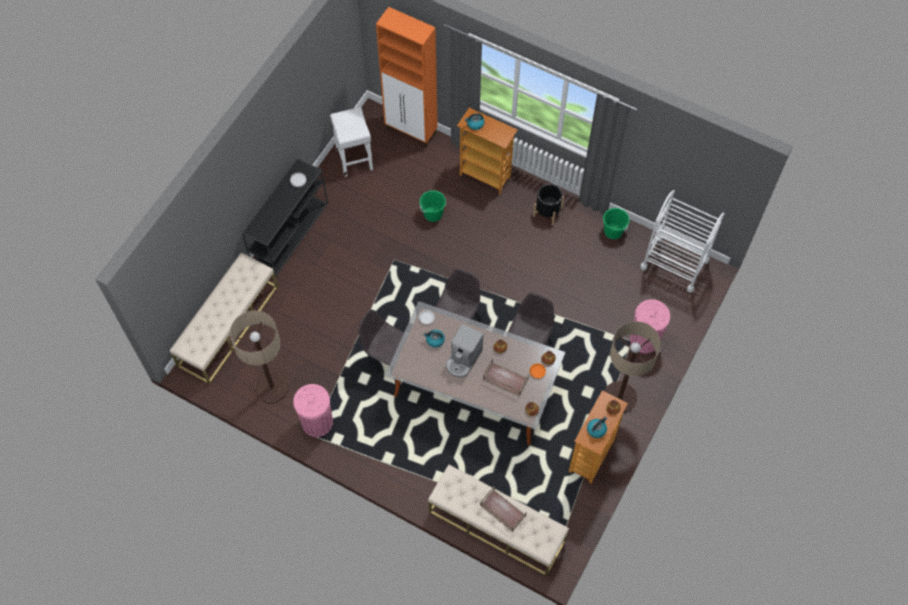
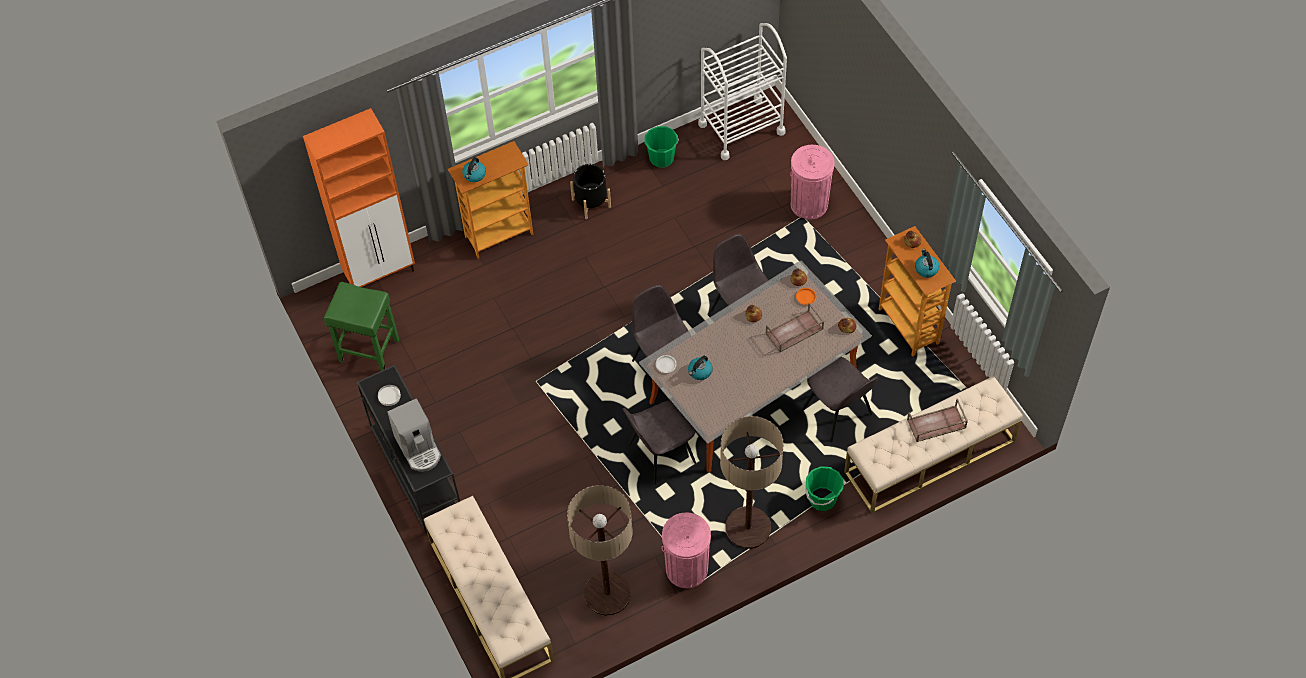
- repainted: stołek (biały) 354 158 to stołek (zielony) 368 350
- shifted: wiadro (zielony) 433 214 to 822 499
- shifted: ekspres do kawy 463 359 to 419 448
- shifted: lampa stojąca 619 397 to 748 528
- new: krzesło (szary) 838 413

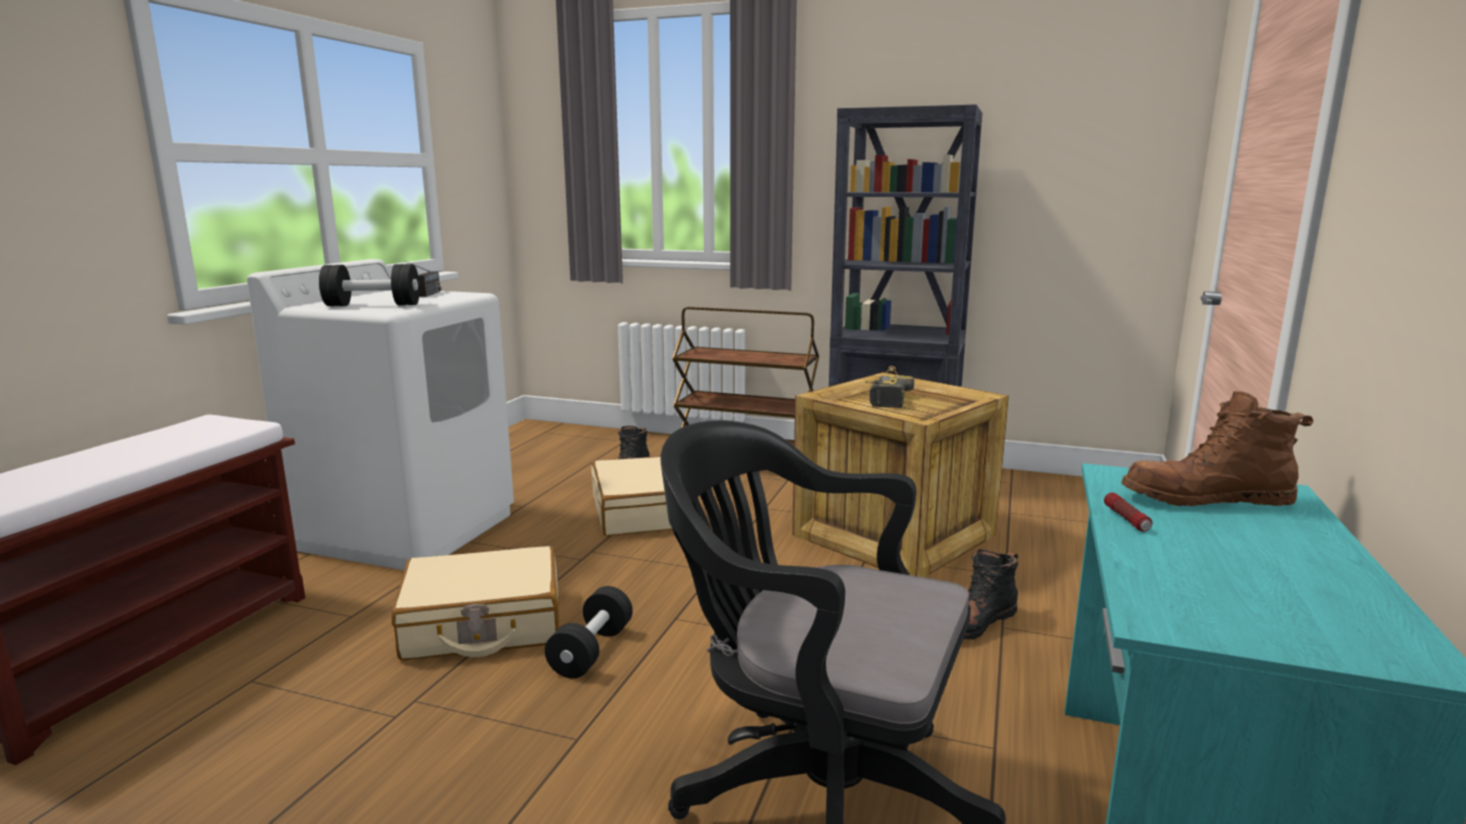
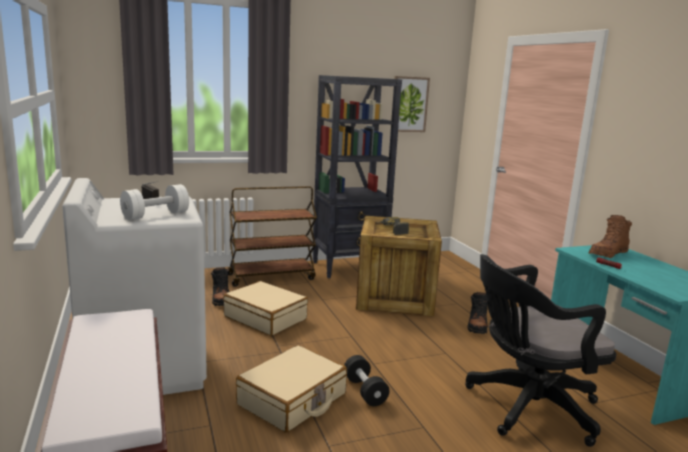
- repainted: hantel (czarny) 373 305 to hantel (biały) 156 215
- new: obraz 409 104

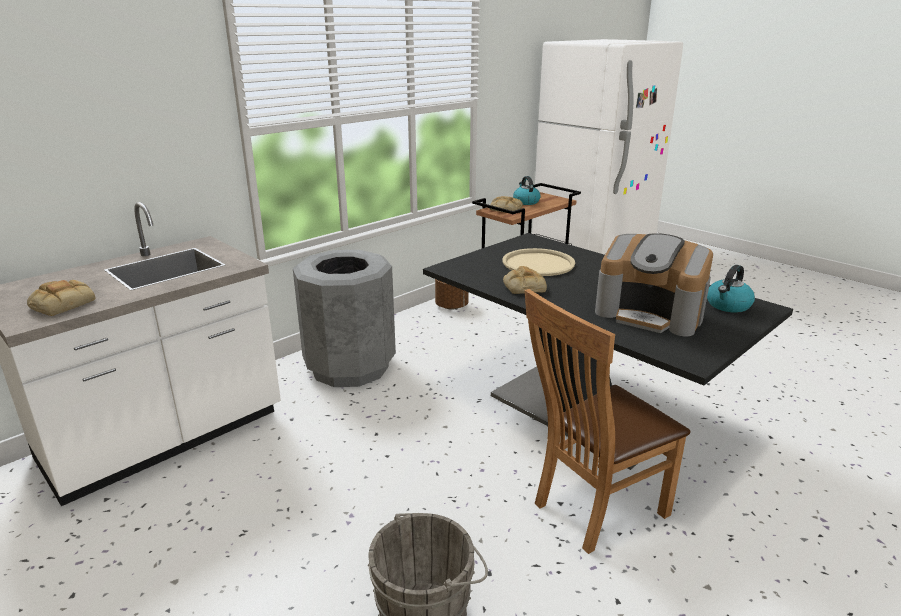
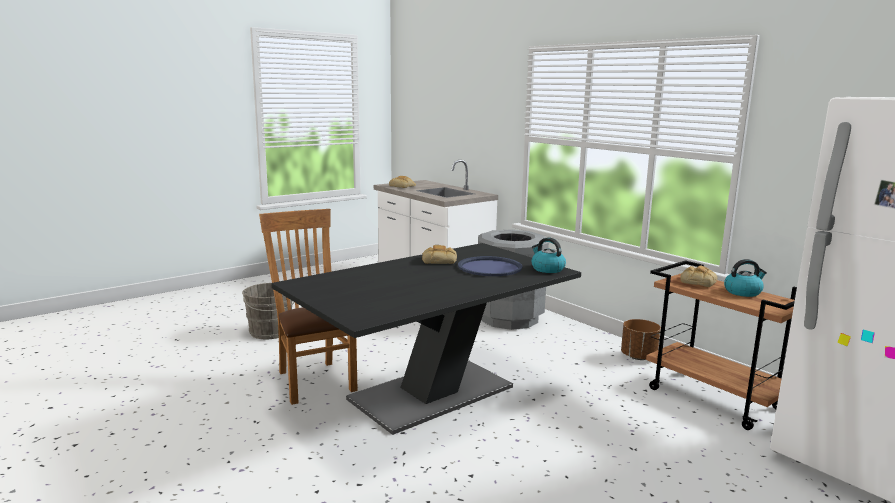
- repainted: taca (beżowy) 538 263 to taca (niebieski) 489 267
- gone: ekspres do kawy 650 314
- shifted: czajnik 728 305 to 547 269

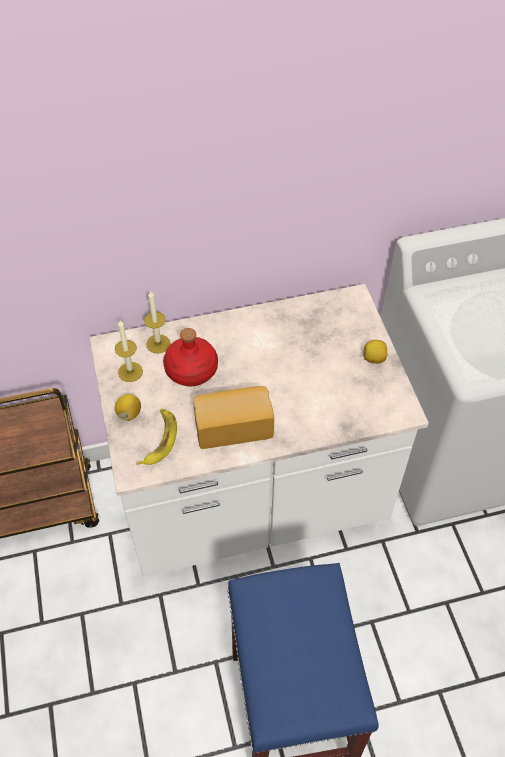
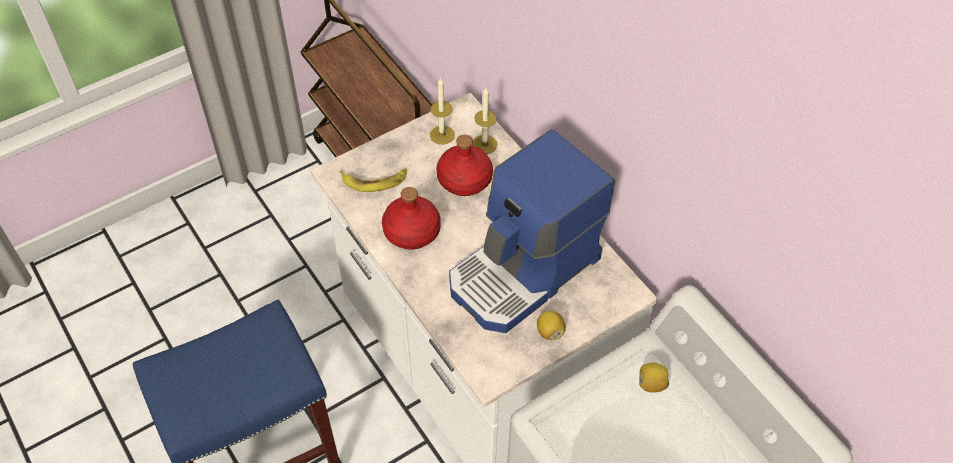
- shifted: cytryna 129 413 to 651 384
- swapped: chleb 233 425 to butelka (czerwony) 412 231
- new: ekspres do kawy 524 272

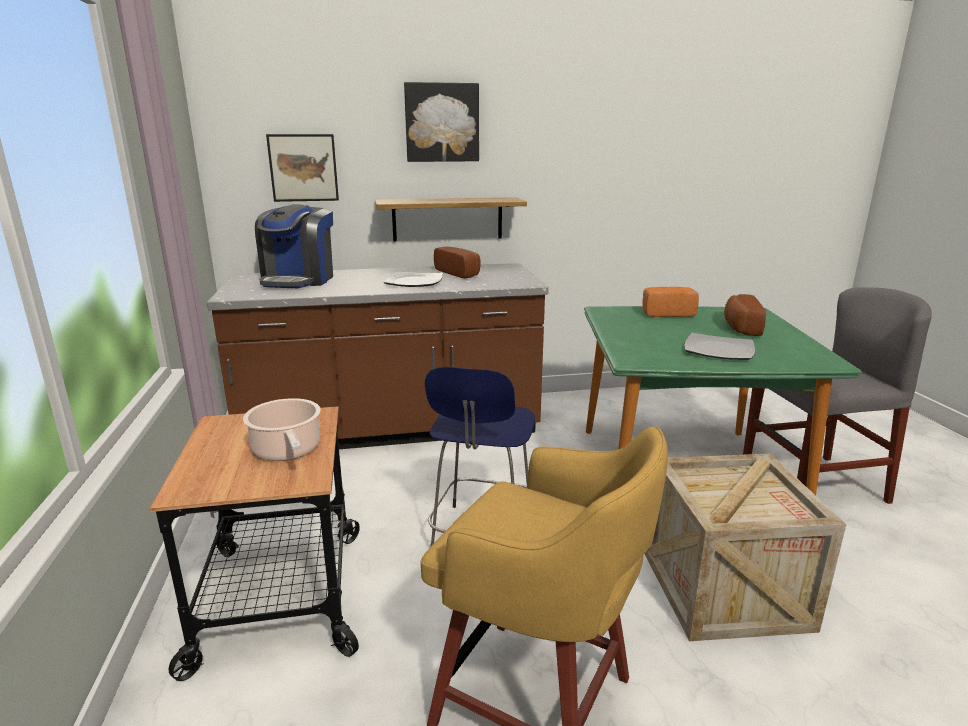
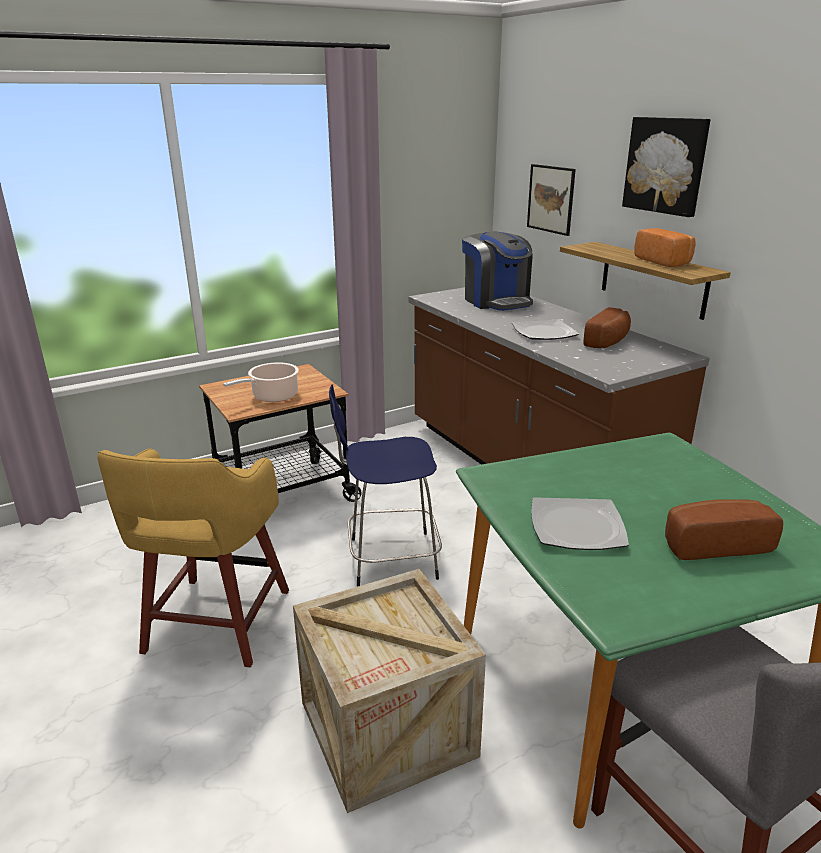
- rotated: ekspres do kawy 299 280 = 496 301 105 degrees counterclockwise
- shifted: chleb 666 313 to 664 261

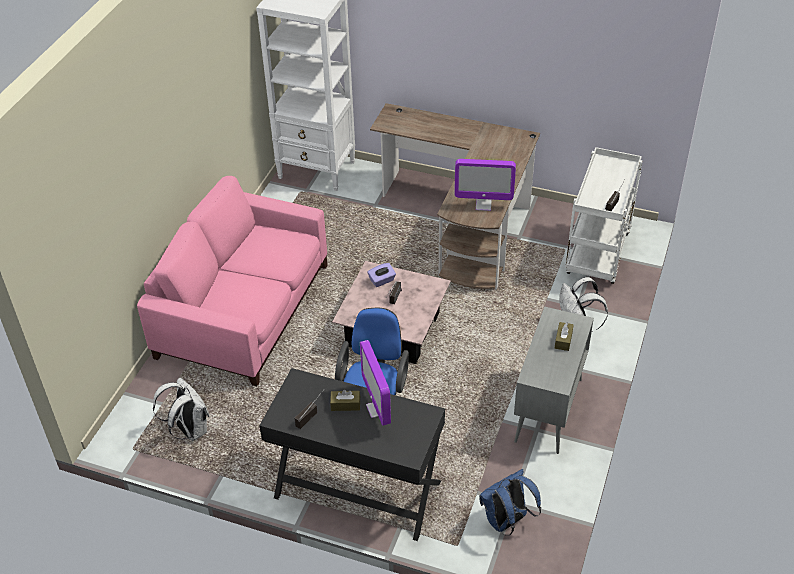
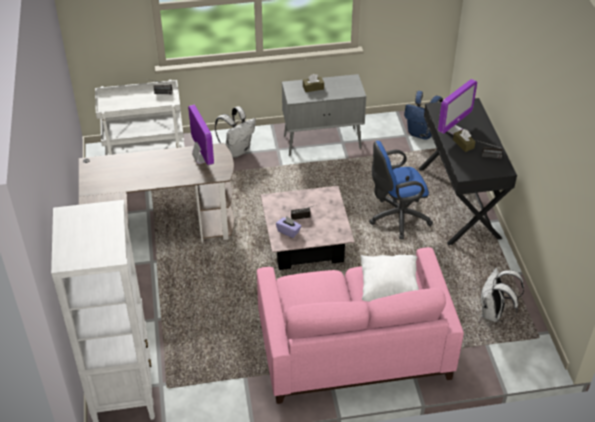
- new: poduszka (biały) 388 288

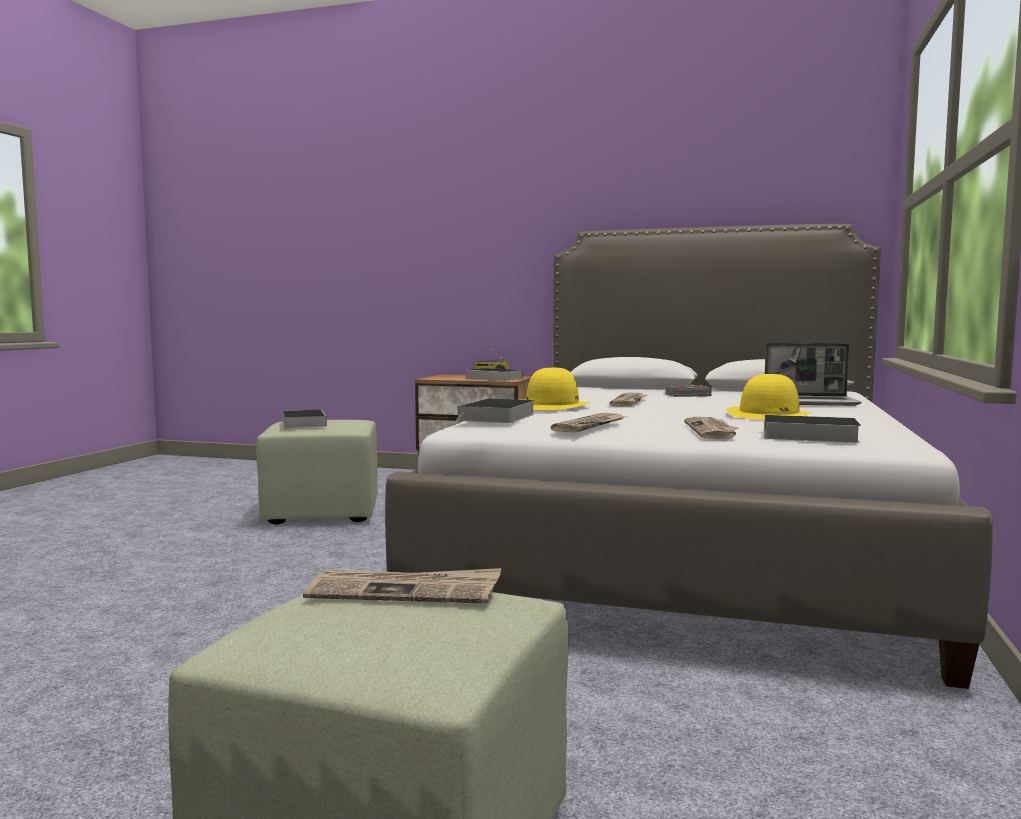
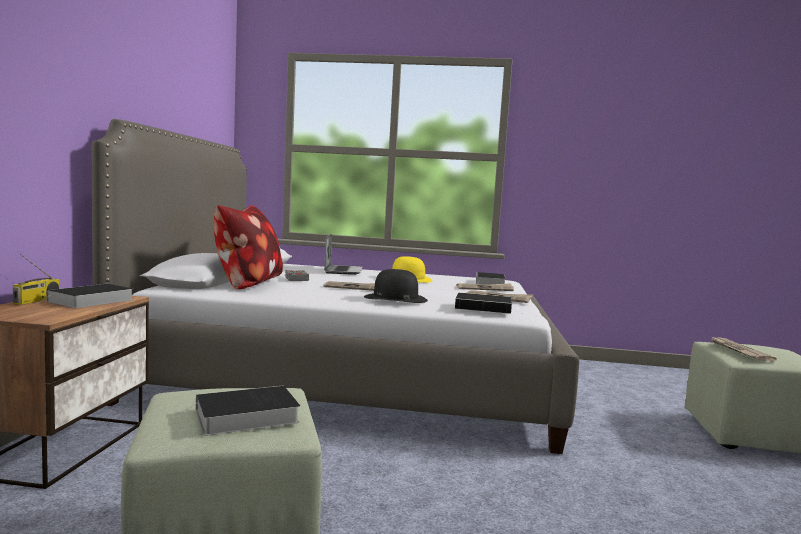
- repainted: kapelusz (żółty) 552 405 to kapelusz (czarny) 395 298
- new: poduszka 248 284

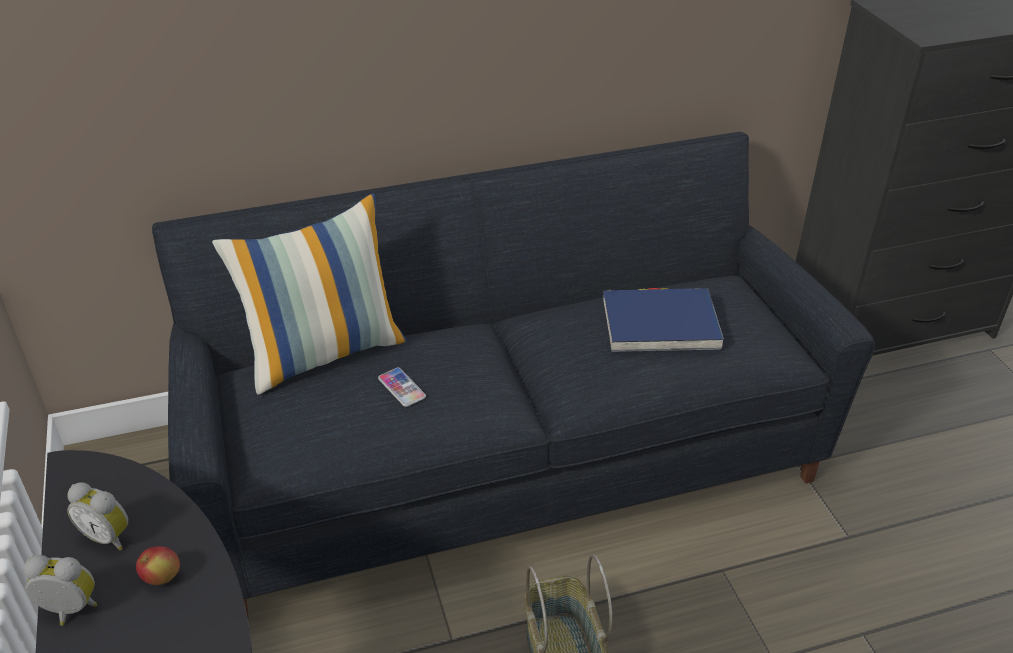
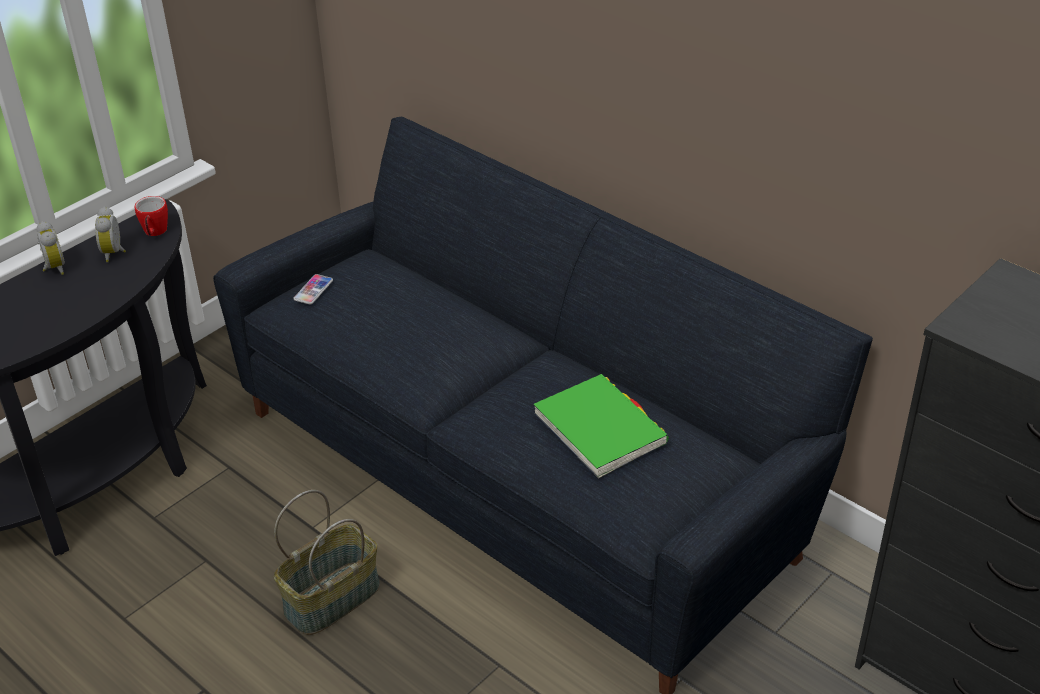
- gone: jabłko 162 577
- gone: poduszka 324 352
- shifted: telefon 402 388 to 313 290
- repainted: książka (niebieski) 660 324 to książka (zielony) 600 429
- new: kubek 155 233

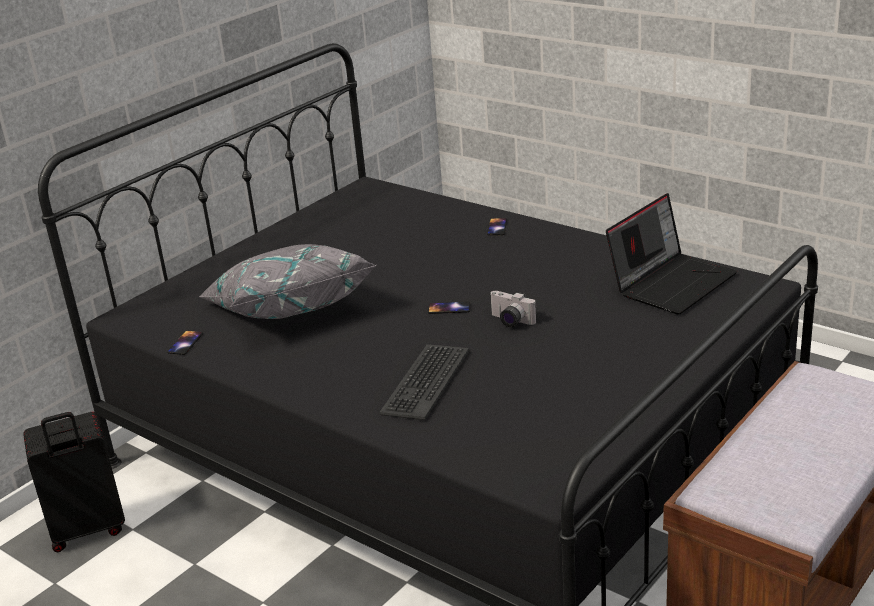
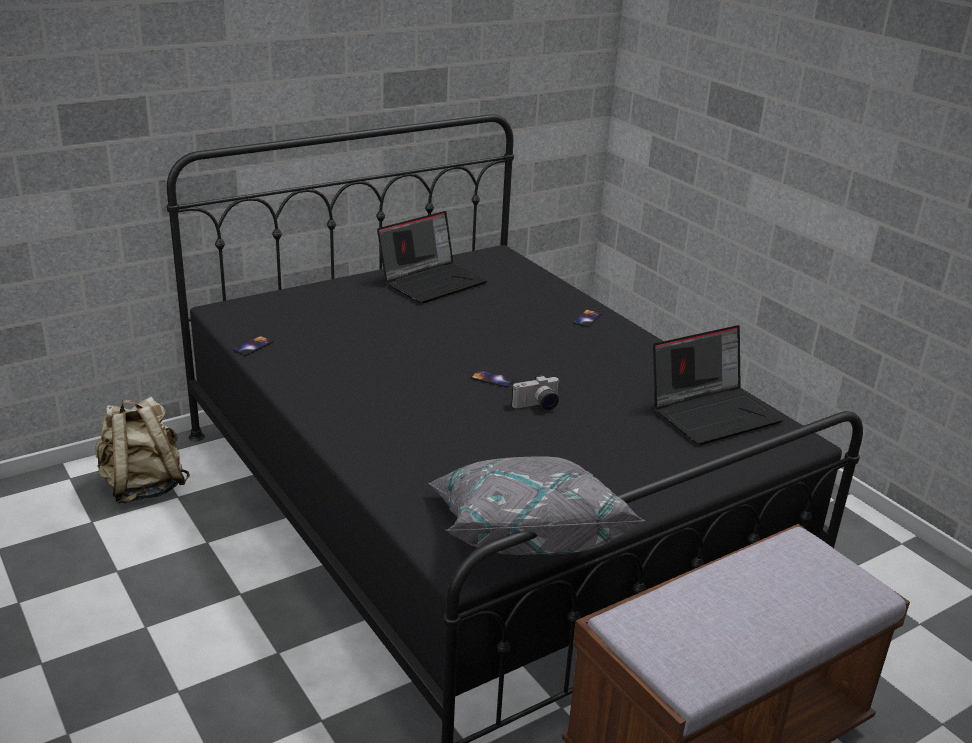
- swapped: walizka (czarny) 88 531 to plecak (beżowy) 143 487
- shifted: poduszka (szary) 288 310 to 525 533
- gone: klawiatura 425 382
- rotated: aparat fotograficzny 510 321 = 537 406 75 degrees counterclockwise
- new: laptop 433 281

